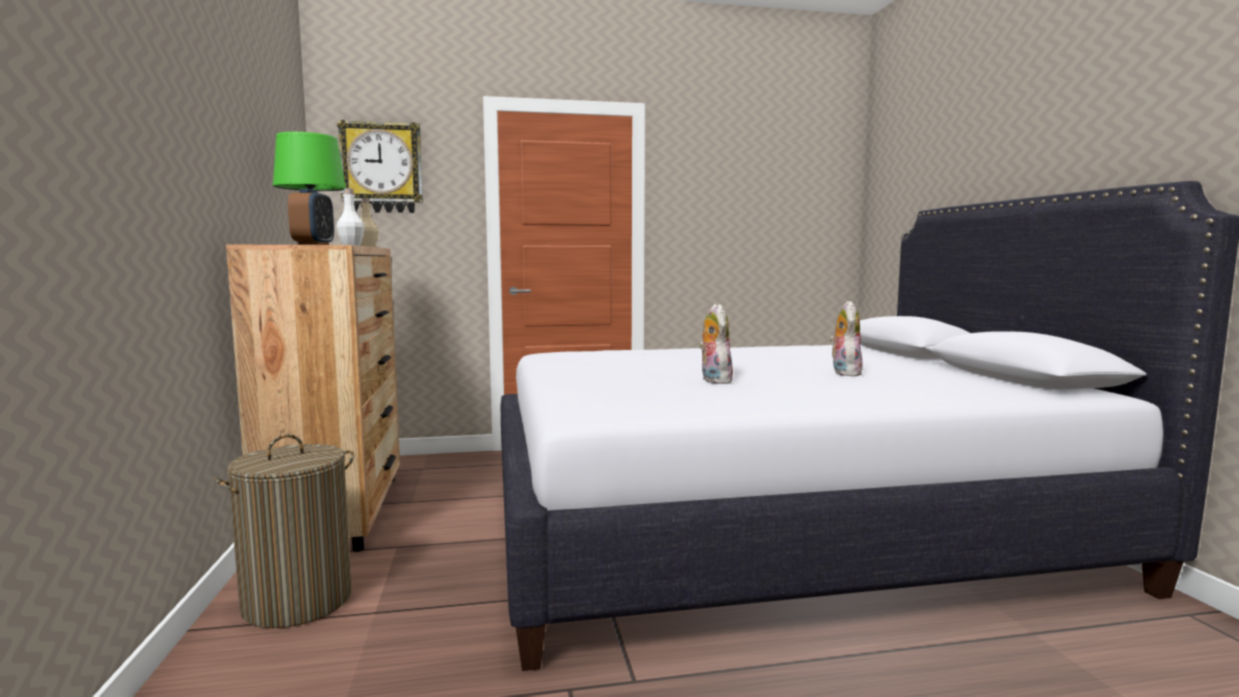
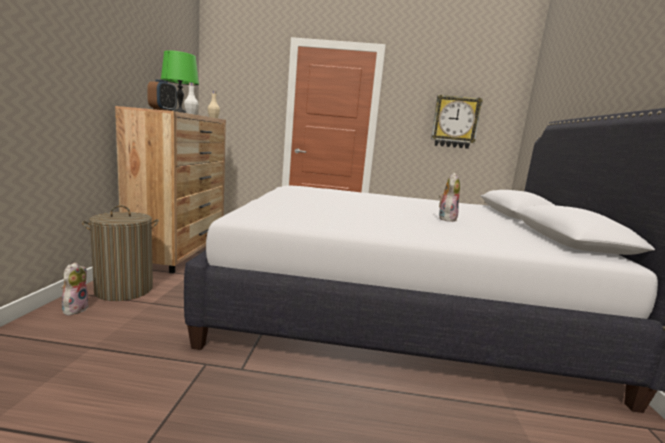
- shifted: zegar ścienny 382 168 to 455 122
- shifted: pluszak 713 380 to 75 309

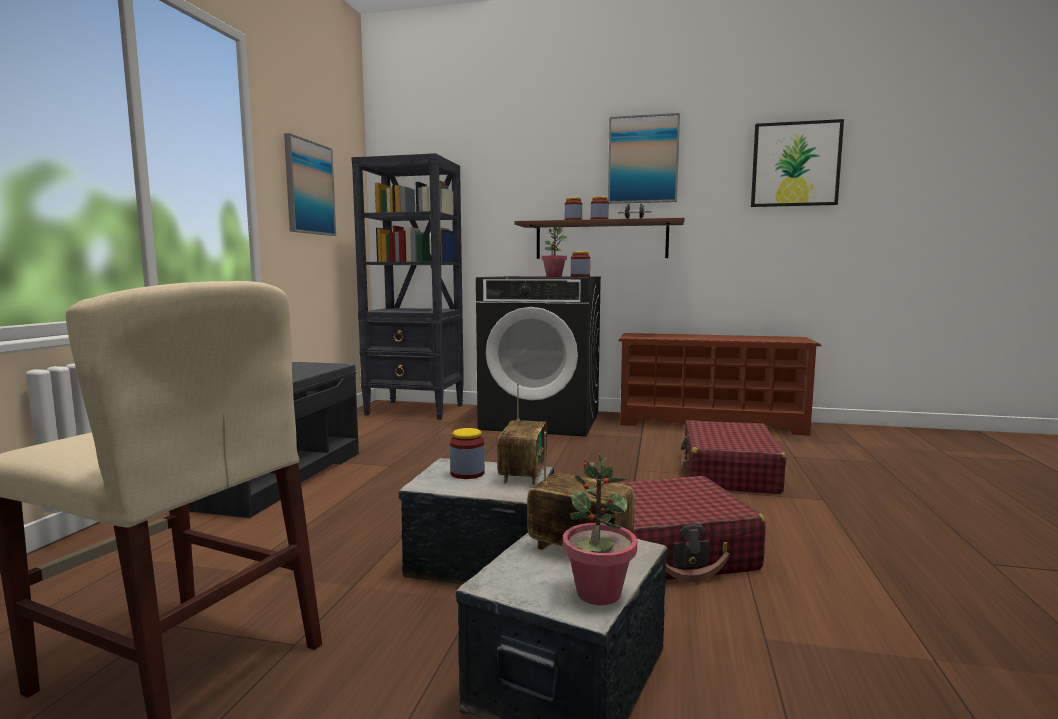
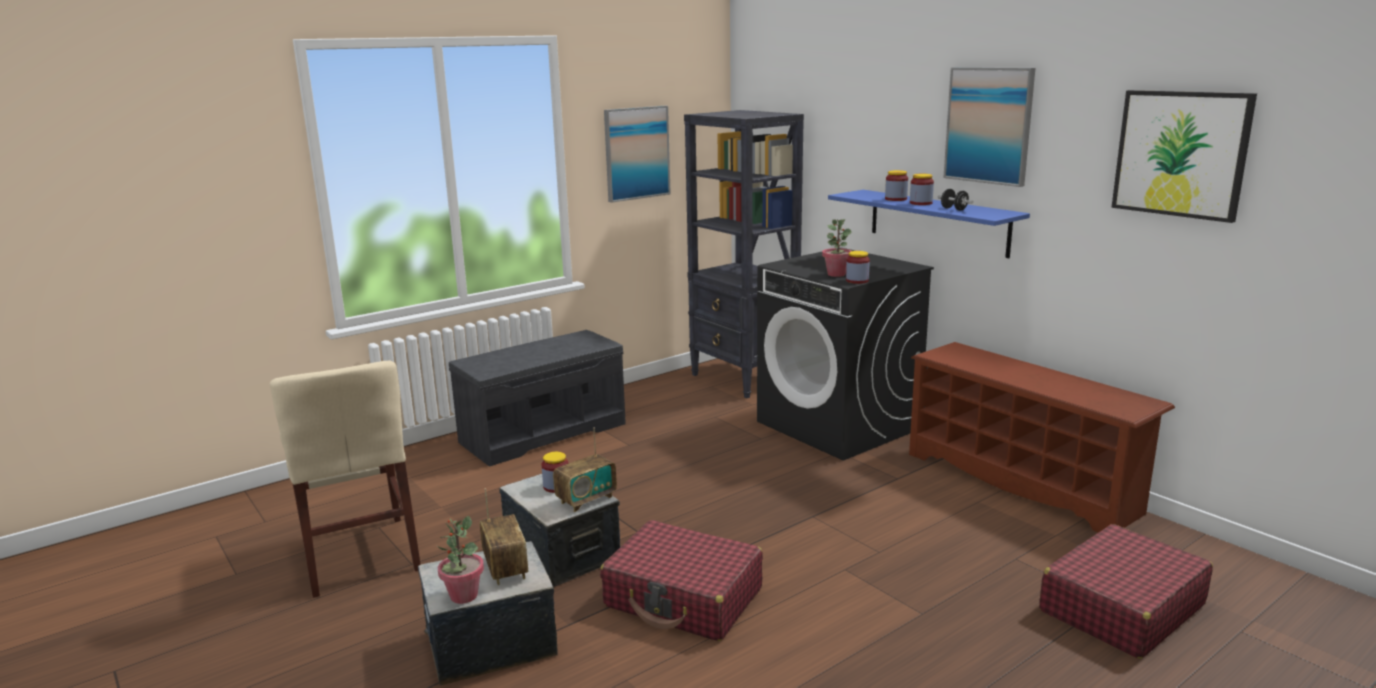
- repainted: półka (brązowy) 601 240 to półka (niebieski) 938 222
- shifted: walizka (czerwony) 728 473 to 1121 608

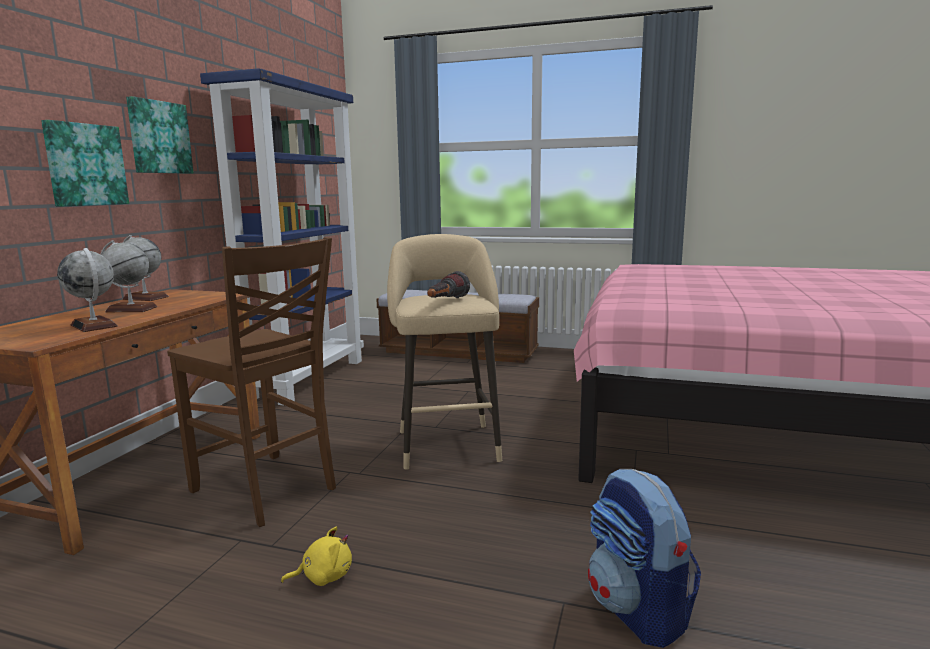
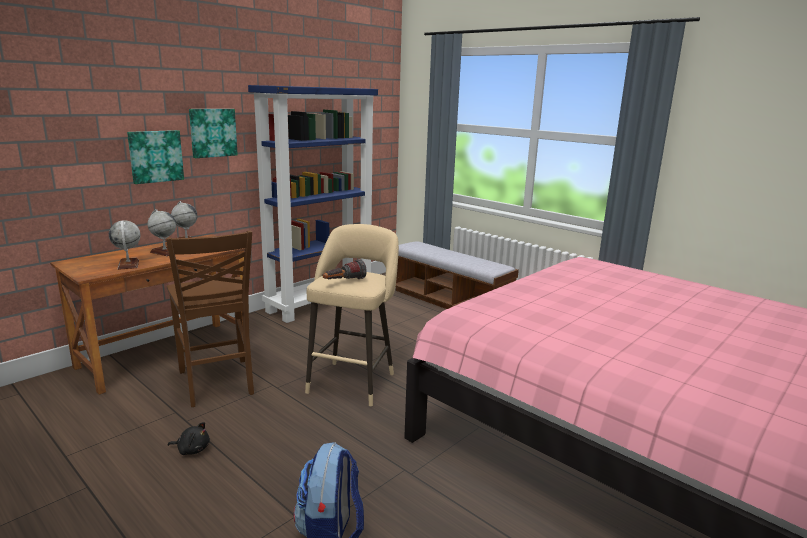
- repainted: pluszak (żółty) 323 576 to pluszak (czarny) 192 449

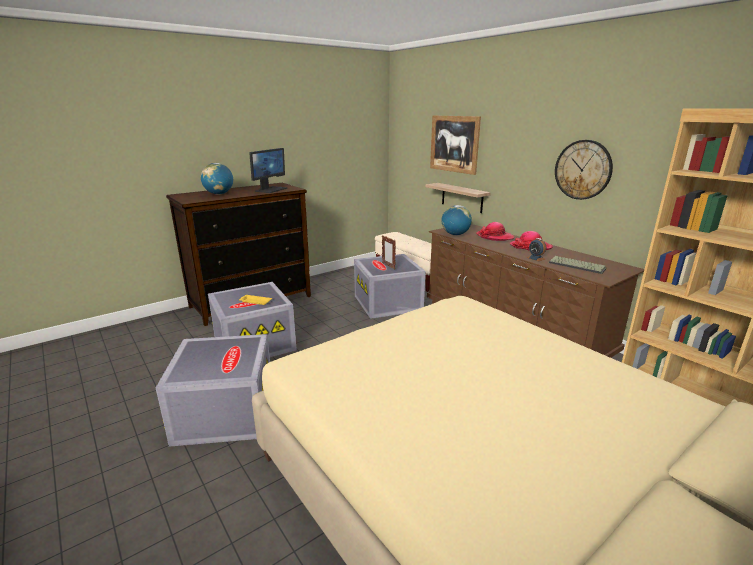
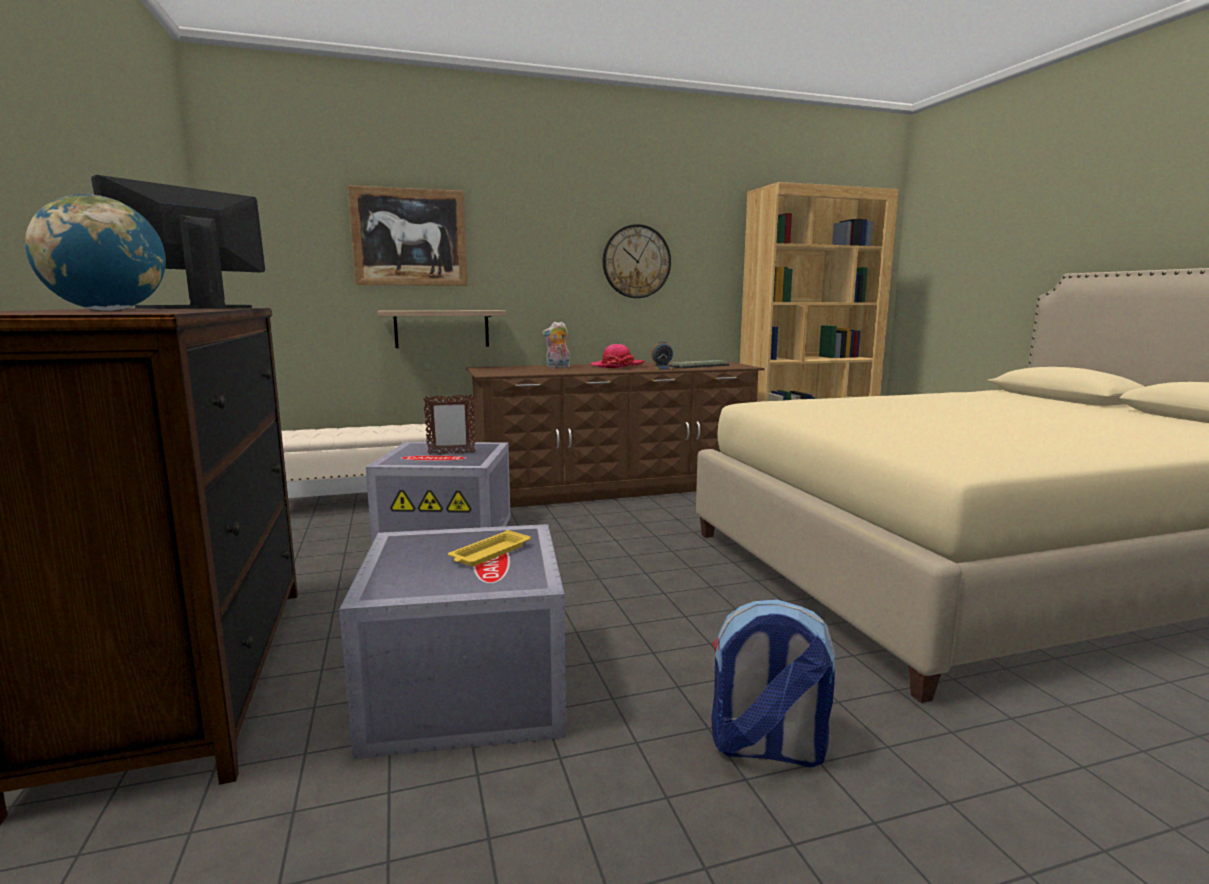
- swapped: pojemnik do przechowywania (szary) 224 411 to plecak 766 748
- rotated: monitor 271 189 = 196 308 105 degrees counterclockwise
- gone: globus 455 234
- swapped: kapelusz 494 237 to pluszak 557 367

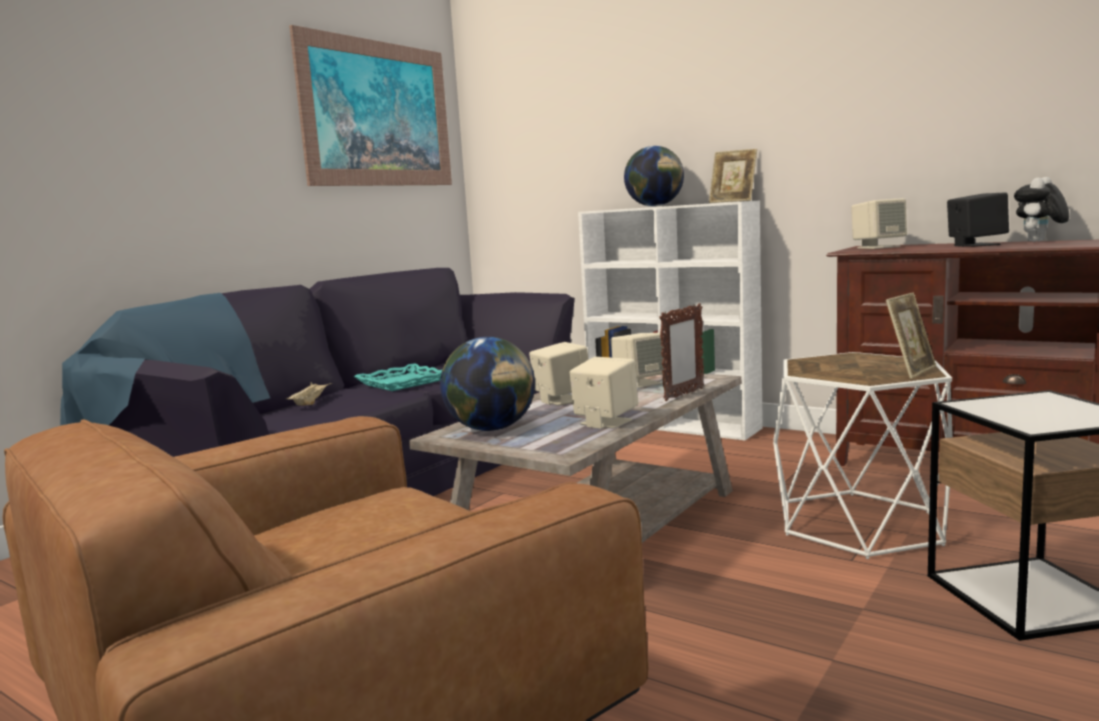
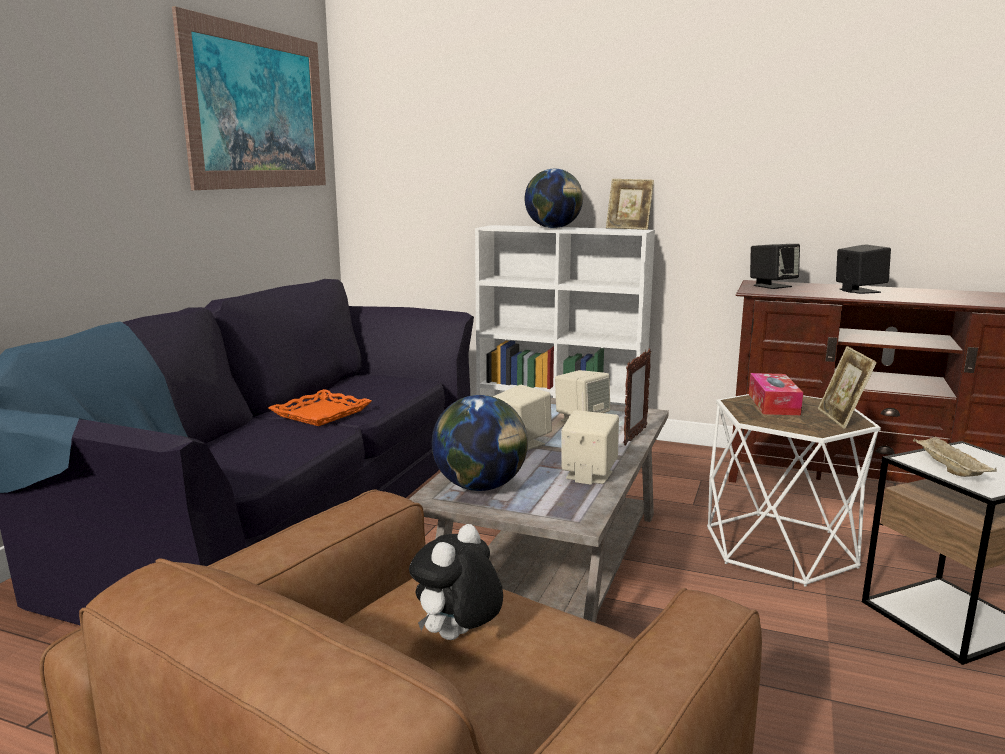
- shifted: taca (beżowy) 310 403 to 948 469
- repainted: taca (turkusowy) 402 383 to taca (pomarańczowy) 321 414
- repainted: głośnik (beżowy) 878 247 to głośnik (czarny) 772 286
- rotated: ramka na zdjęcie 910 371 = 841 419 150 degrees clockwise
- shifted: pluszak 1039 241 to 457 638
- new: pudełko chusteczek 773 404

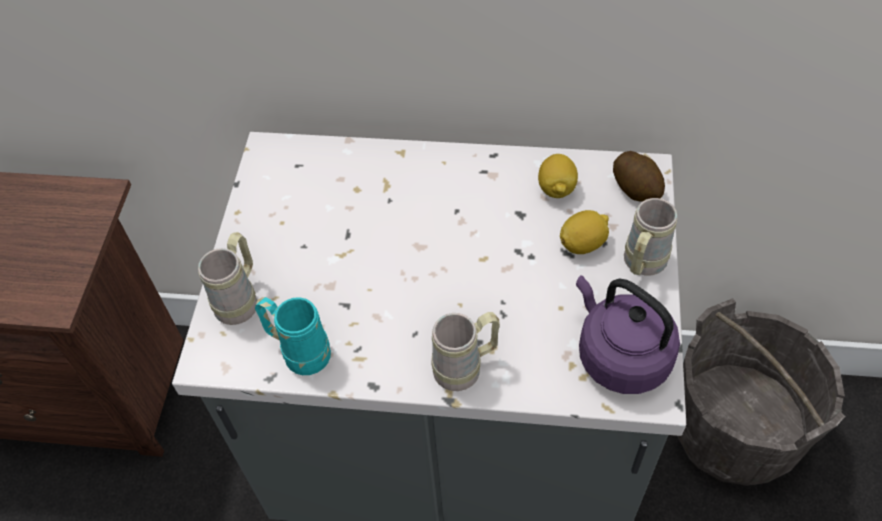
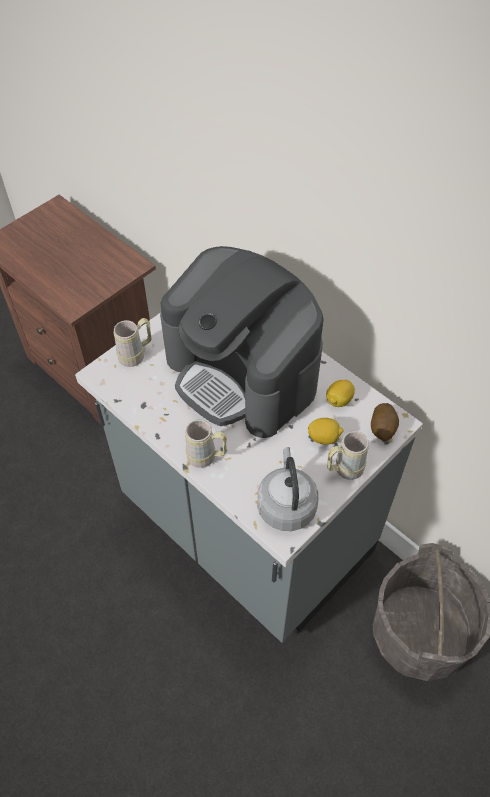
- gone: kubek (turkusowy) 299 351
- repainted: czajnik (fioletowy) 619 355 to czajnik (szary) 286 505
- new: ekspres do kawy 242 374

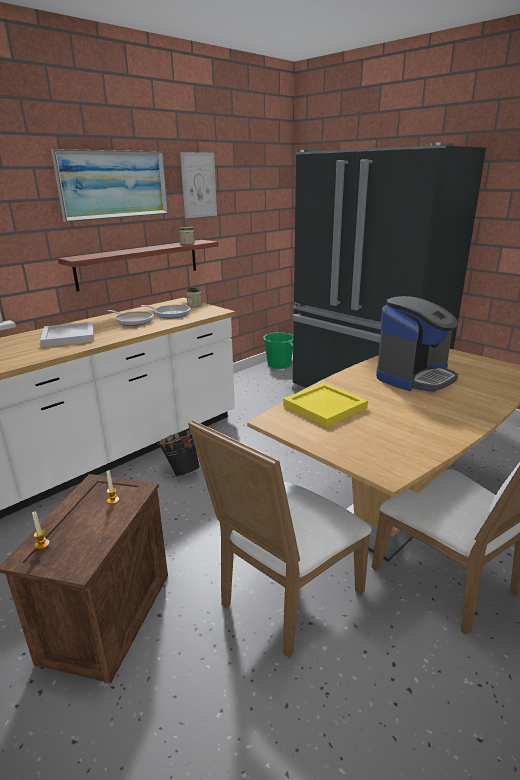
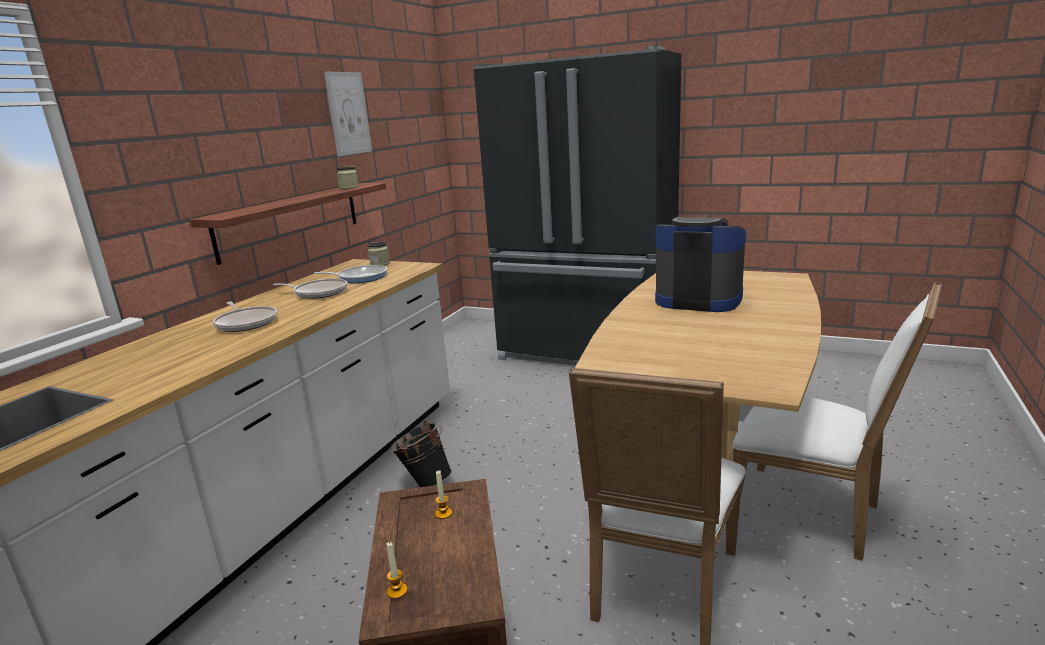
- swapped: taca (biały) 70 336 to patelnia 246 323
- gone: obraz 114 184
- gone: wiadro (zielony) 279 365
- gone: taca (żółty) 326 407
- rotated: ekspres do kawy 414 377 = 698 299 90 degrees counterclockwise

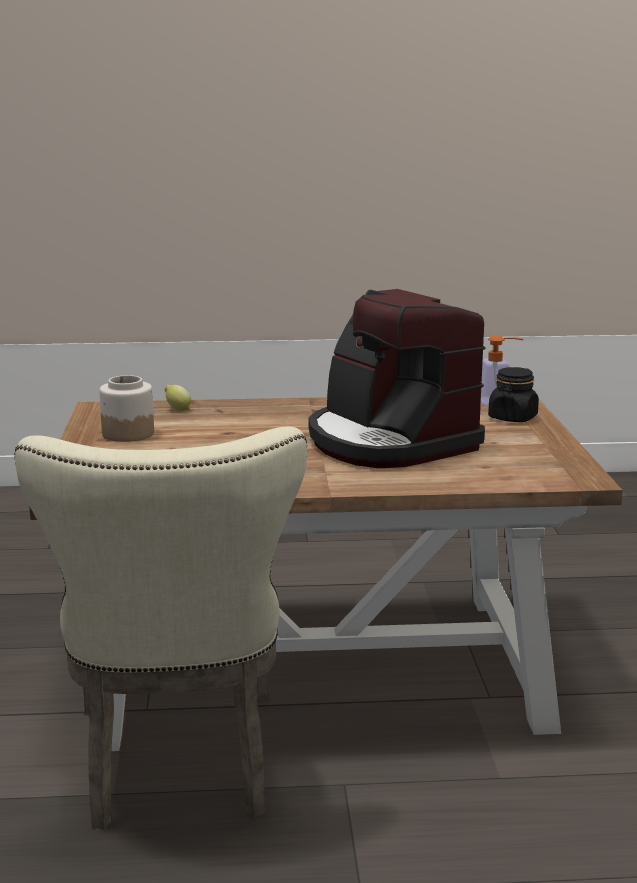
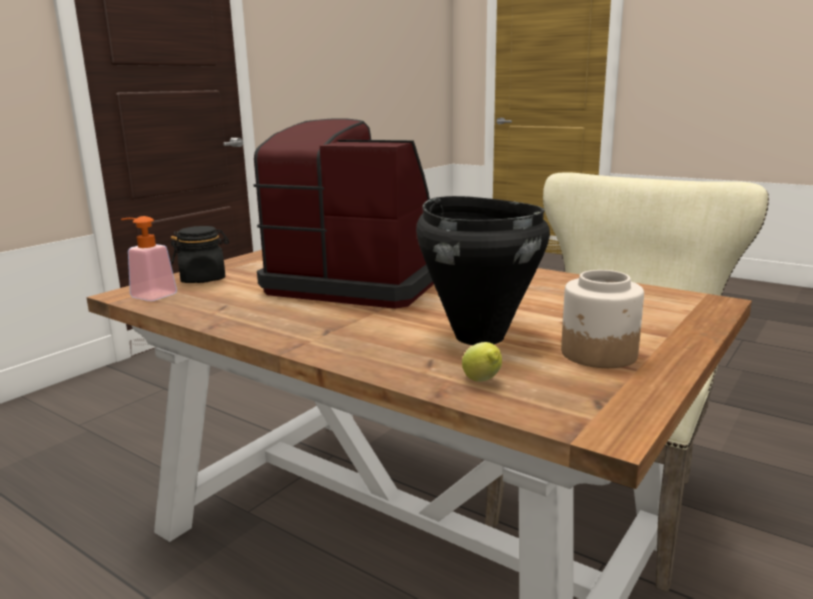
- rotated: ekspres do kawy 389 442 = 356 283 75 degrees counterclockwise
- new: garnek (czarny) 479 336

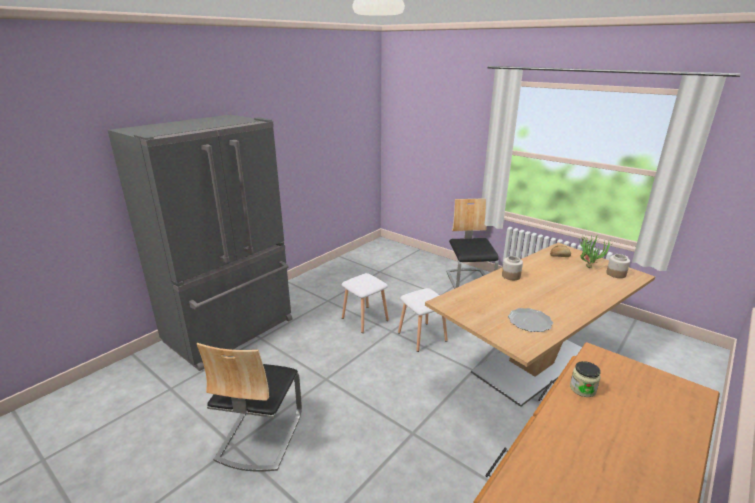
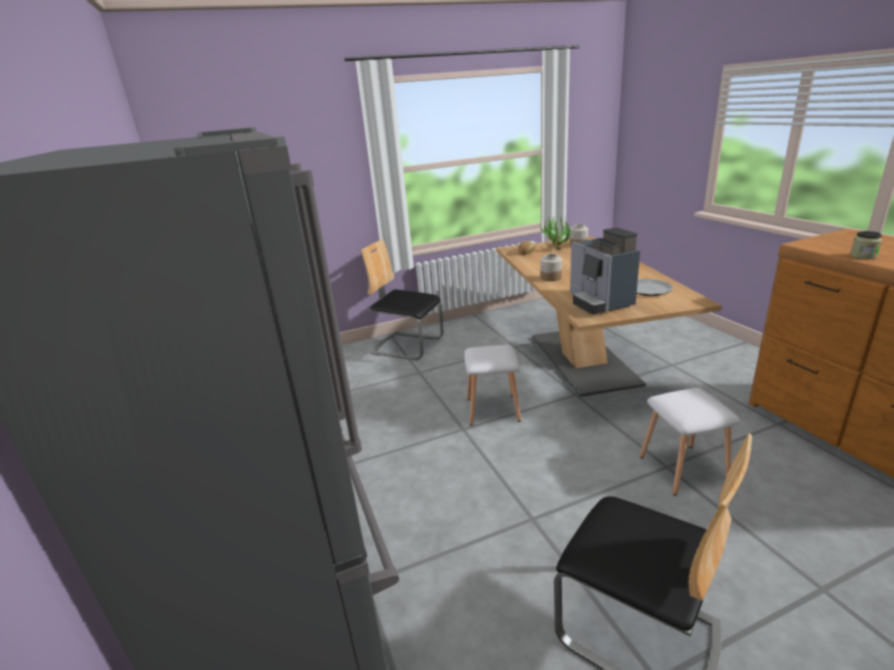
- shifted: stołek (biały) 364 319 to 682 469
- new: ekspres do kawy 599 302

